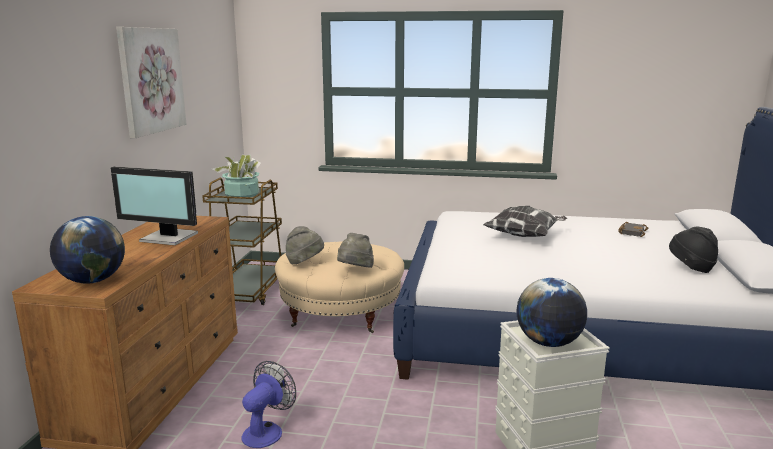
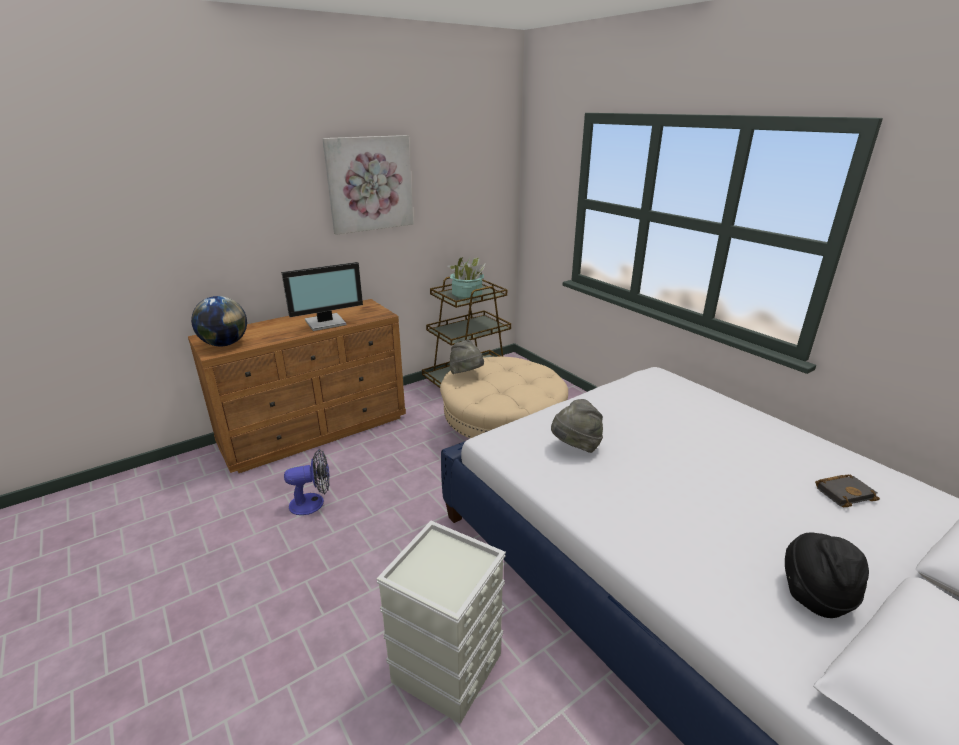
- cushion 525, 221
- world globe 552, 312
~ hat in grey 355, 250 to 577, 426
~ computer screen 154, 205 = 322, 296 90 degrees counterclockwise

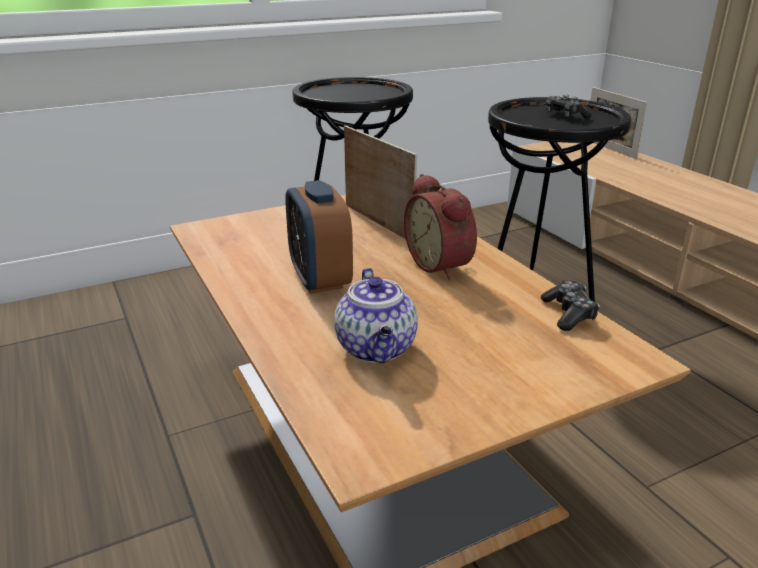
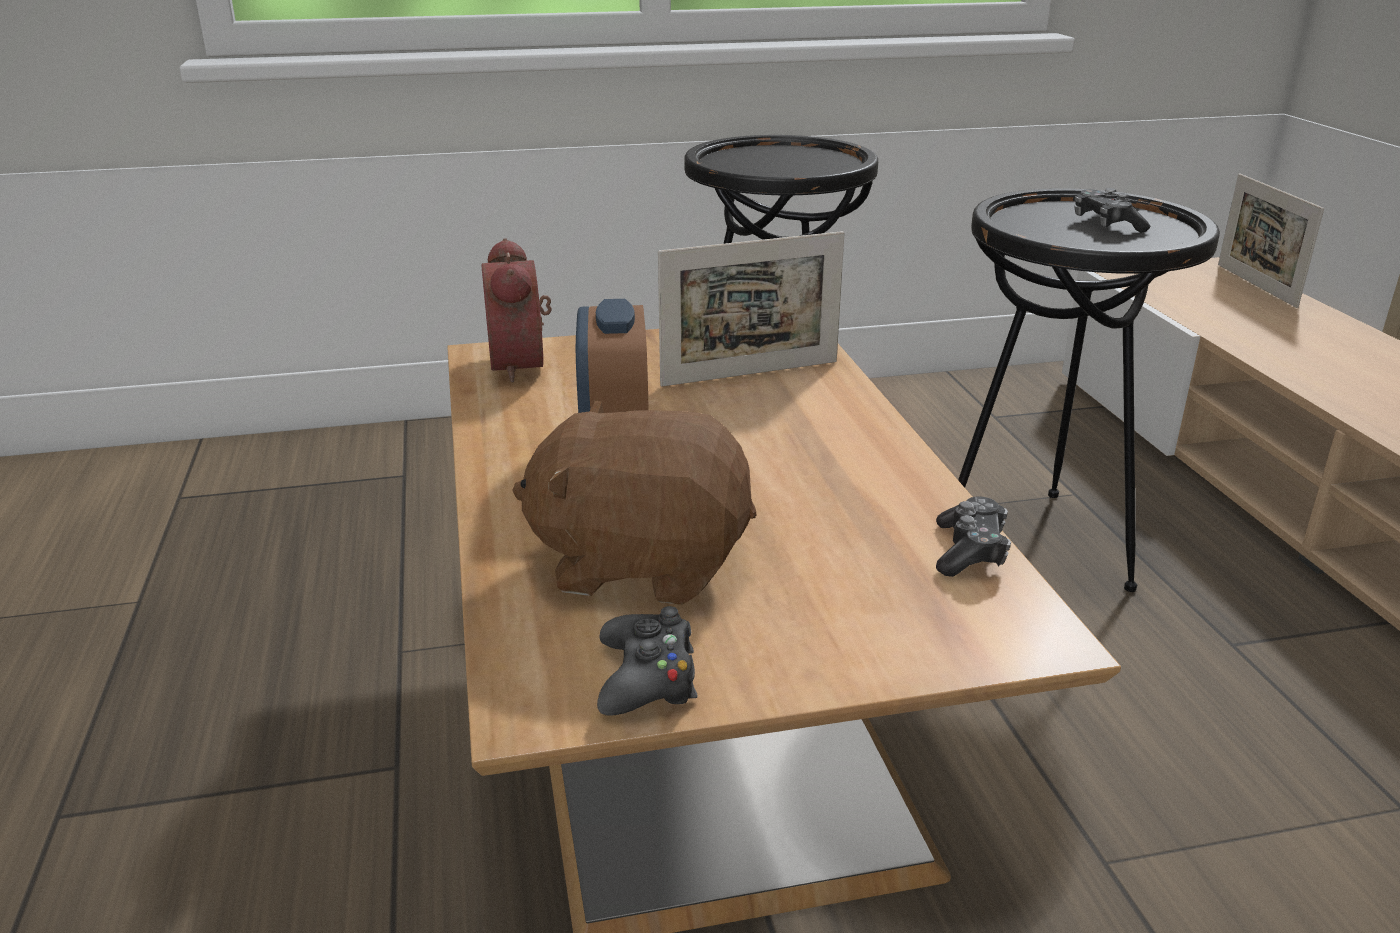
+ gamepad in black 647, 661
~ bedside clock 440, 227 to 516, 310
~ teapot 376, 315 to soft toy in brownish 634, 501
~ photo frame 380, 182 = 751, 309 90 degrees clockwise

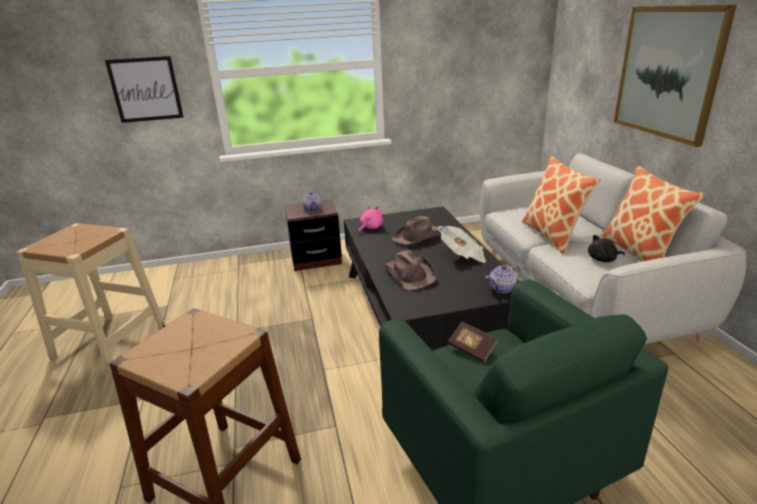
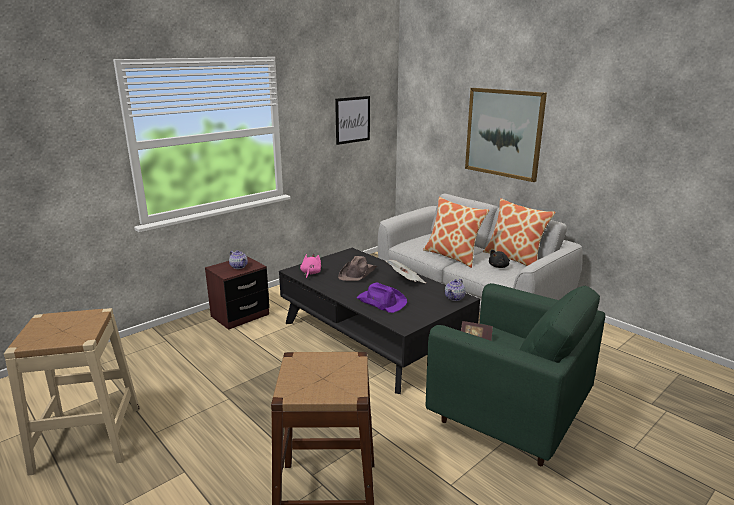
~ picture 144, 89 to 352, 120
~ hat in brownish 410, 270 to hat in purple 382, 297

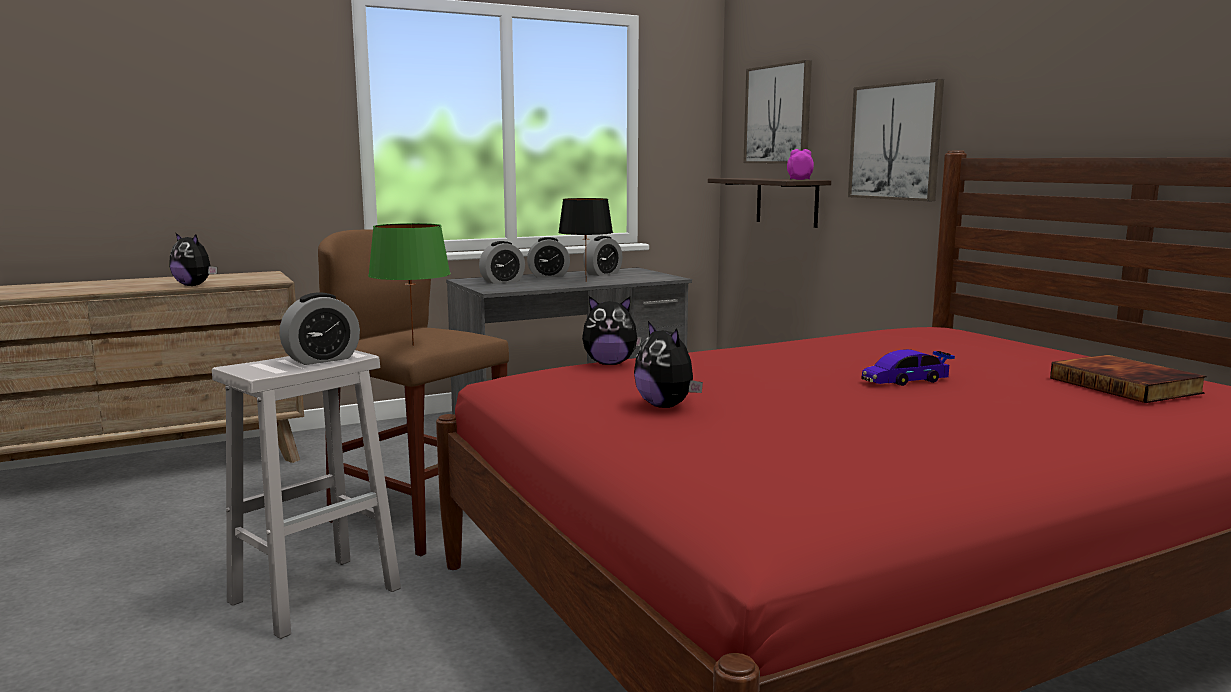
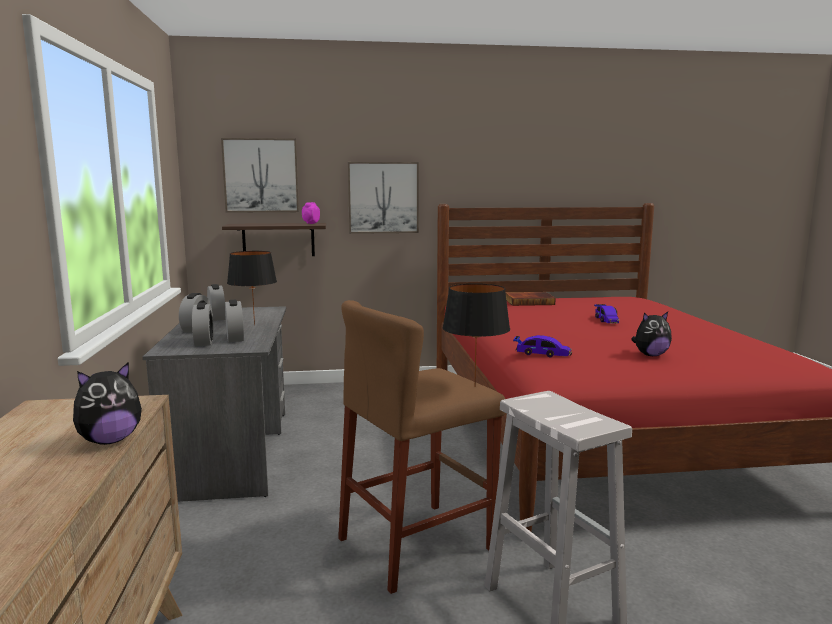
~ bedside clock 319, 328 to 234, 321
~ book 1128, 379 to 530, 299
~ soft toy 612, 330 to toy car 542, 346
~ lamp for a table in greenish 409, 284 to lamp for a table in black 476, 334

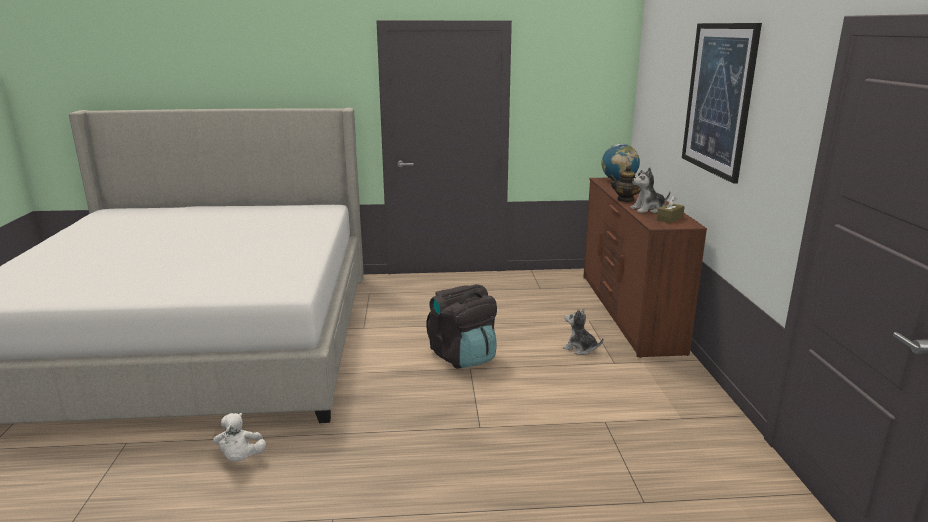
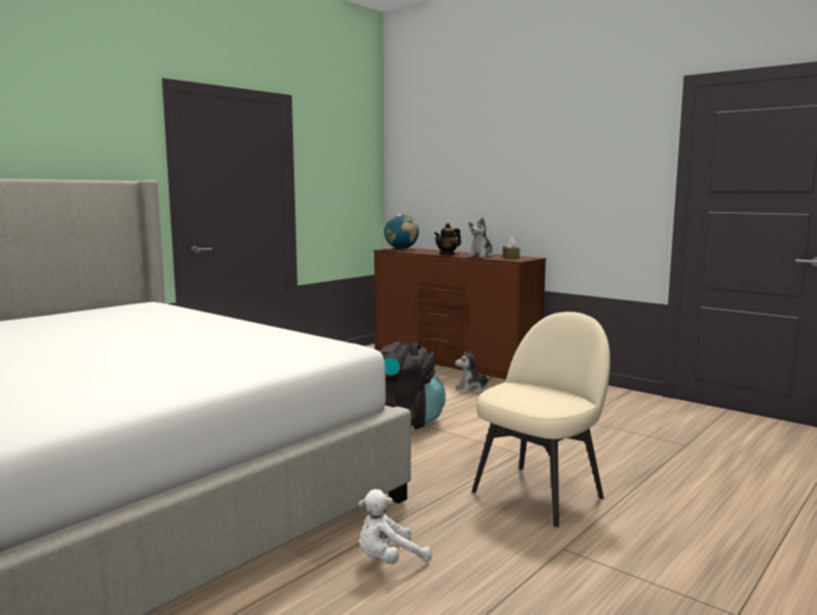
- picture 722, 103
+ chair in beige 541, 419
~ soft toy in white 239, 437 = 395, 526 120 degrees clockwise

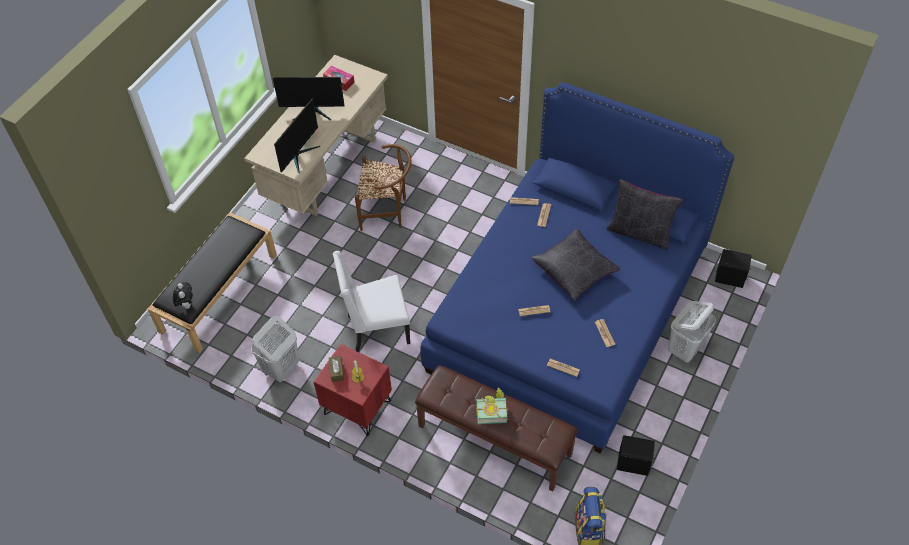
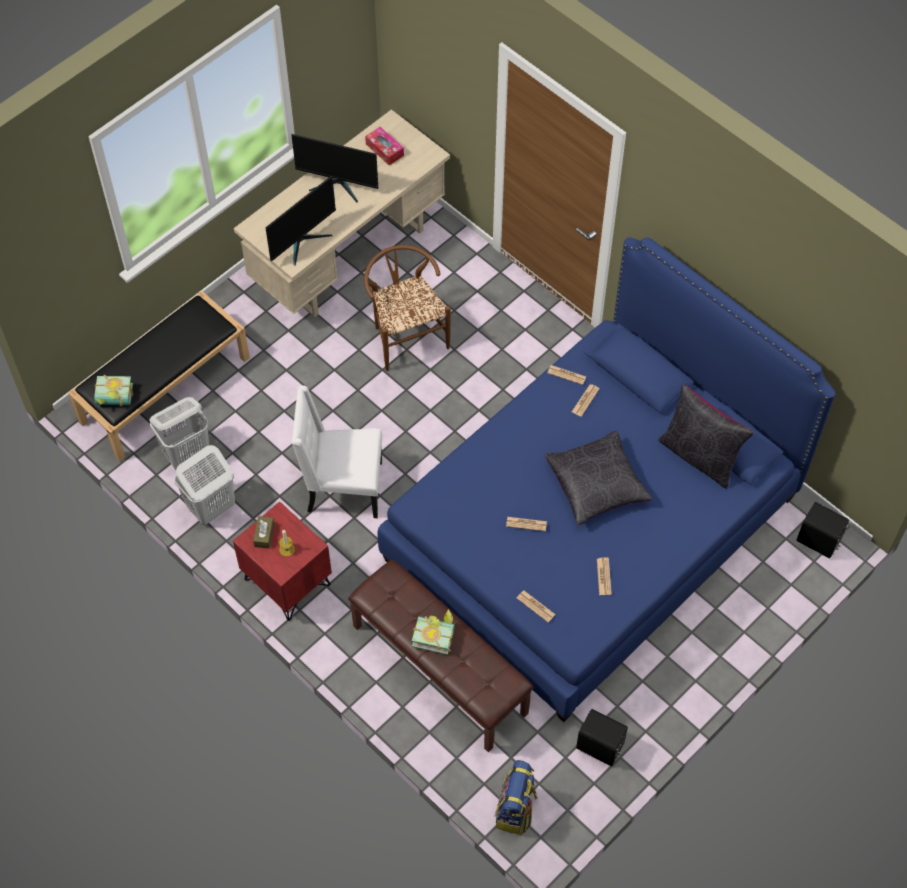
~ laundry basket in white 692, 332 to 179, 433
~ soft toy 183, 295 to book 113, 390
~ chair in brownish 383, 187 = 407, 308 135 degrees counterclockwise

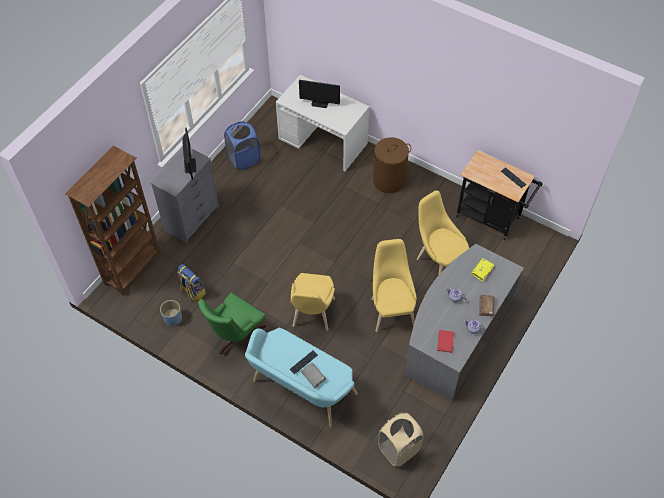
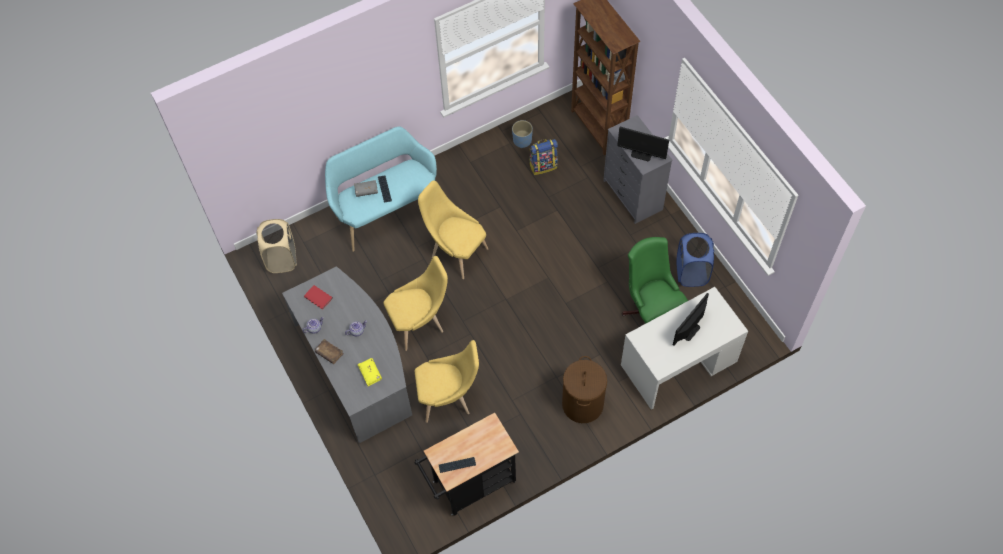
~ office chair in greenish 232, 323 to 655, 280
~ chair in yellow 394, 285 = 415, 303 45 degrees counterclockwise

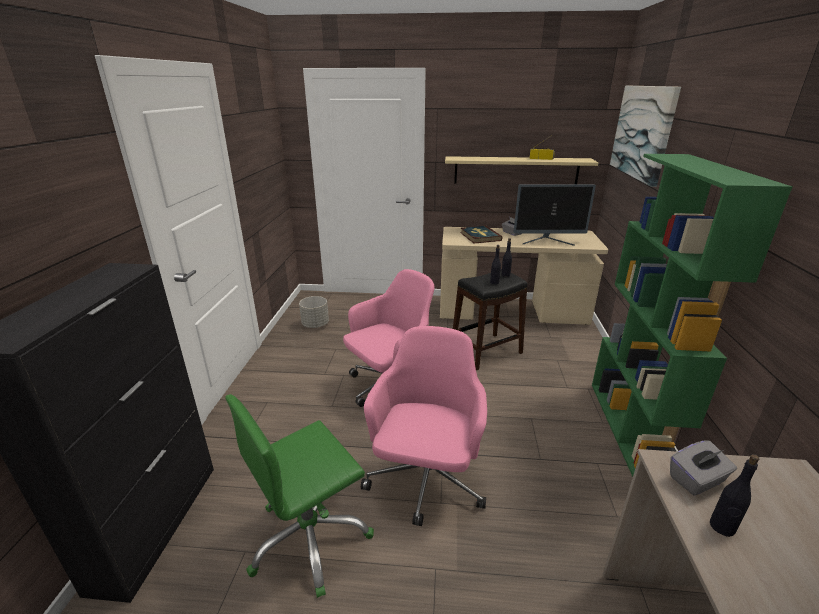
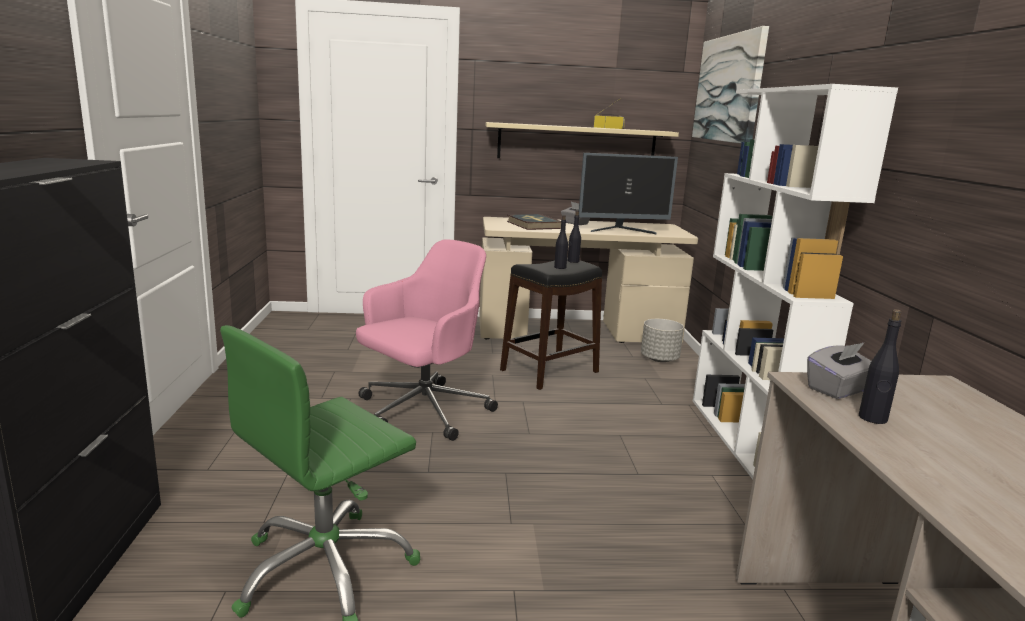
- office chair in pink 424, 426
~ planter in grey 314, 312 to 662, 340
~ bookshelf in greenish 692, 315 to bookshelf in white 795, 281

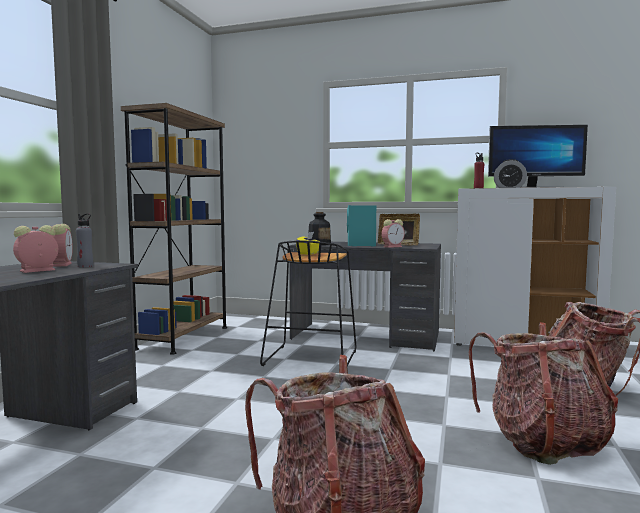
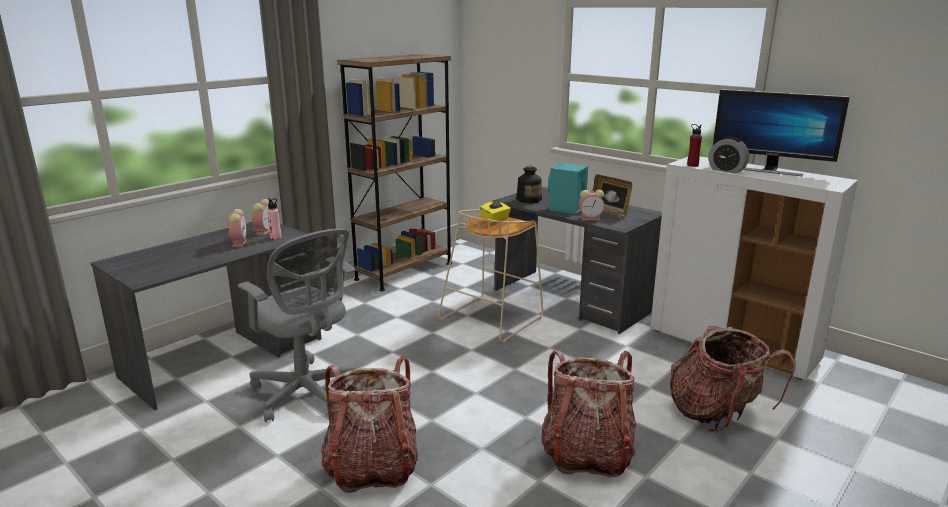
+ office chair in grey 296, 325
~ drink bottle in grey 84, 240 to drink bottle in pink 274, 219
~ stool in black 308, 303 to stool in beige 490, 276
~ bedside clock 35, 249 = 237, 228 105 degrees clockwise

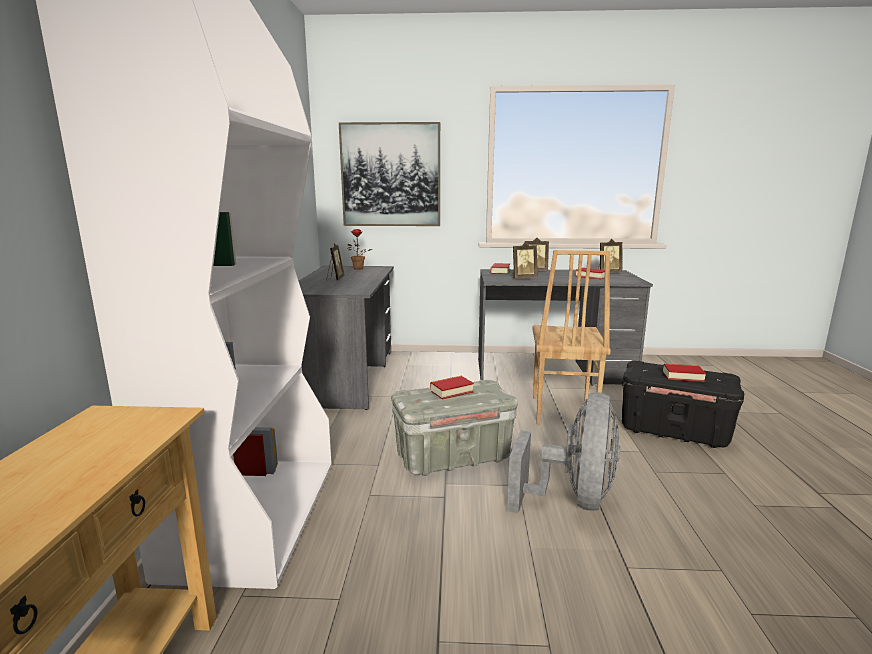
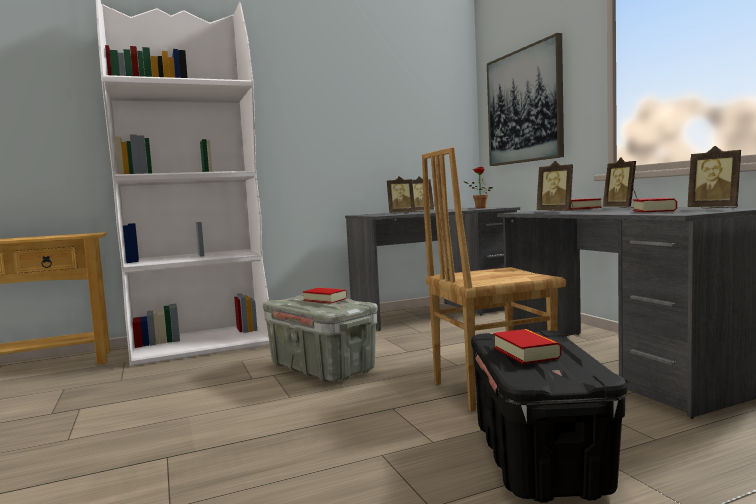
- fan in grey 563, 453
+ photo frame 401, 195

